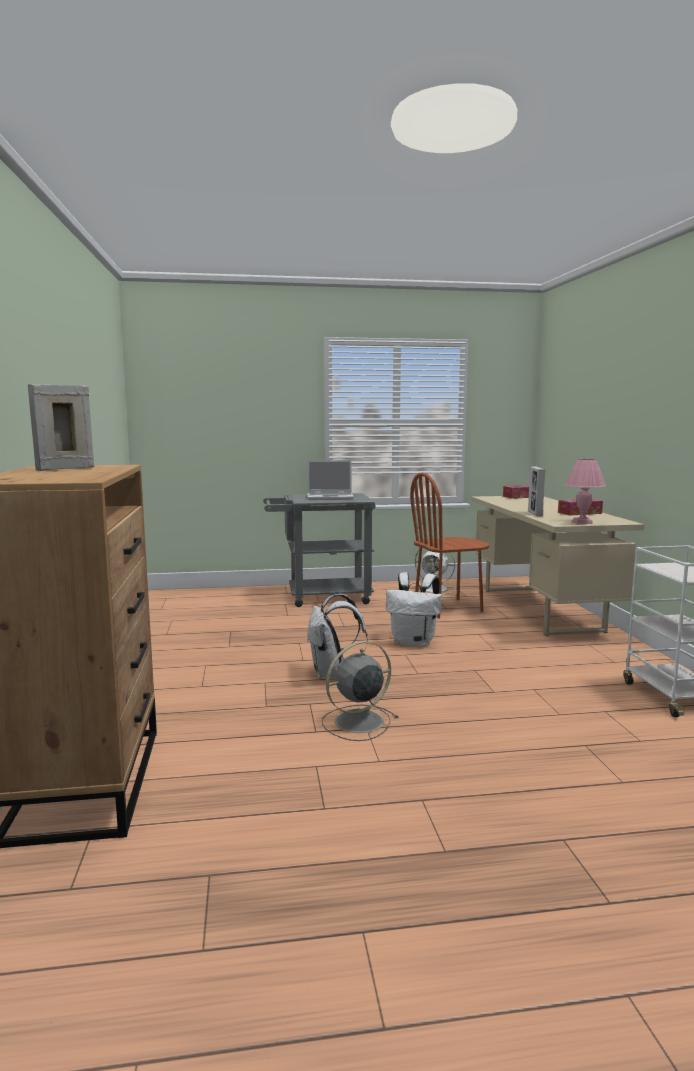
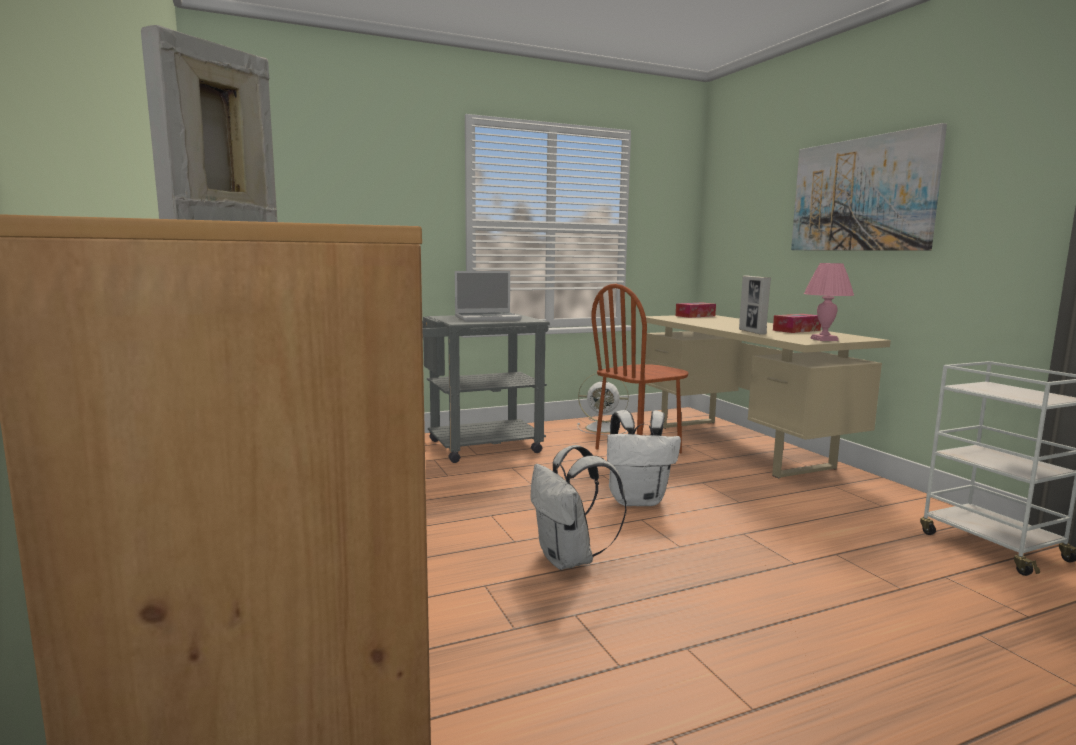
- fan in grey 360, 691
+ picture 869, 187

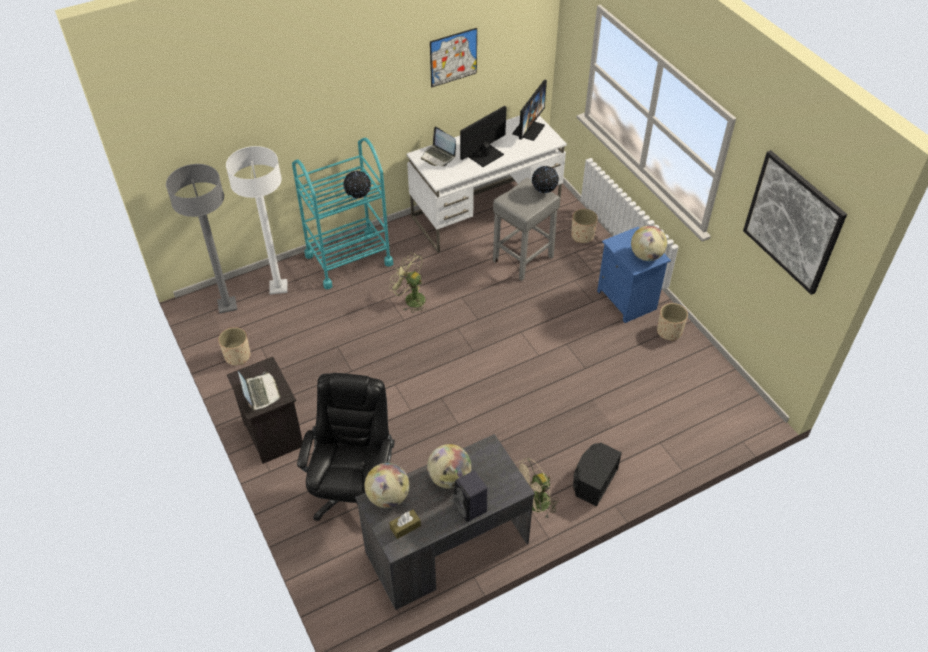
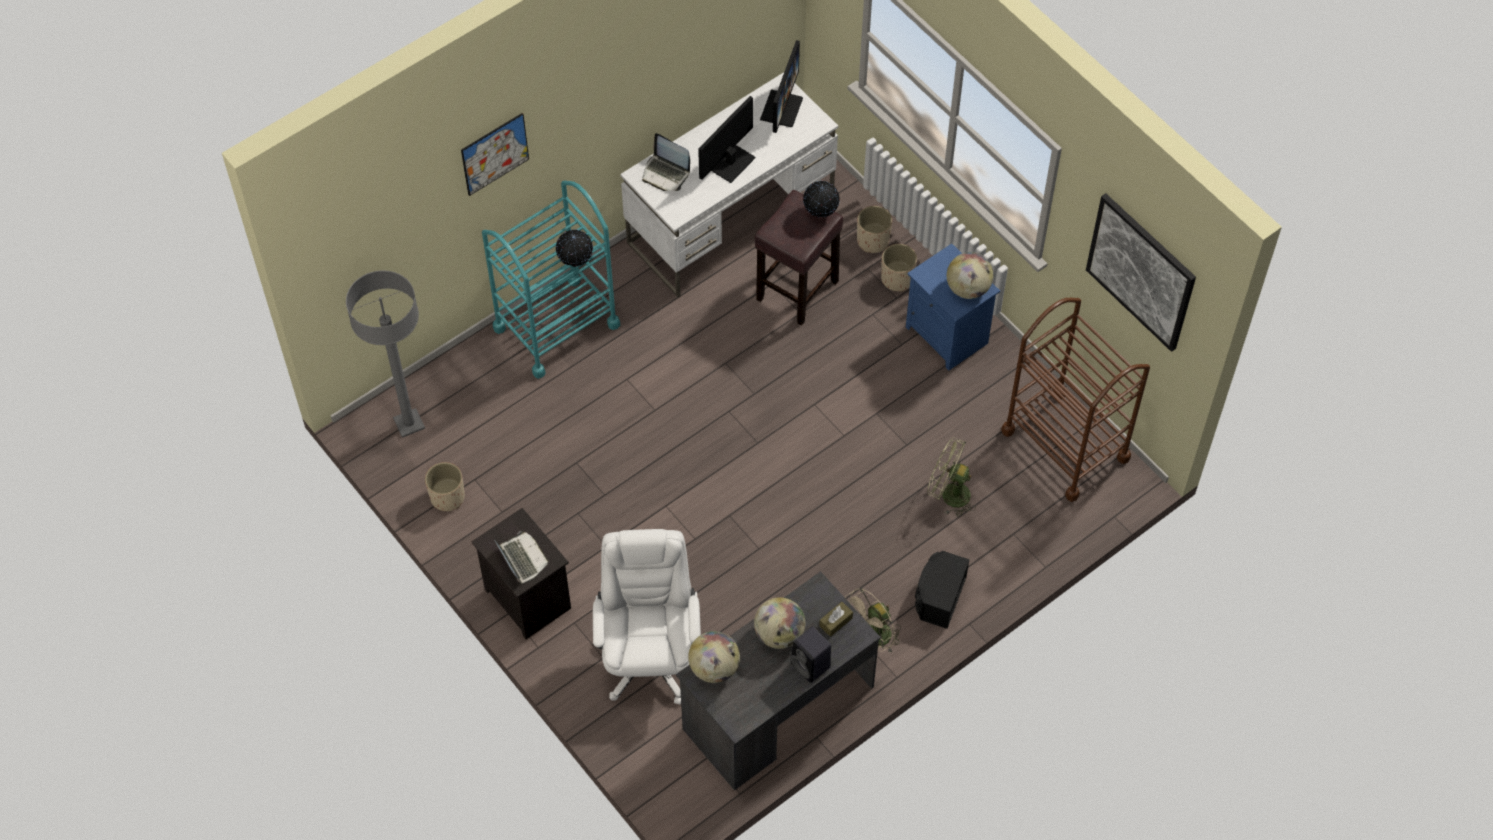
- floor lamp in white 257, 220
+ wheeled cart in brownish 1075, 400
~ fan in greenish 407, 283 to 952, 477
~ box of tissues in brownish 405, 524 to 836, 619
~ picture 453, 57 to 495, 154
~ planter in beige 672, 322 to 899, 268
~ office chair in black 346, 447 to office chair in white 647, 617
~ stool in grey 526, 229 to stool in brownish 799, 258

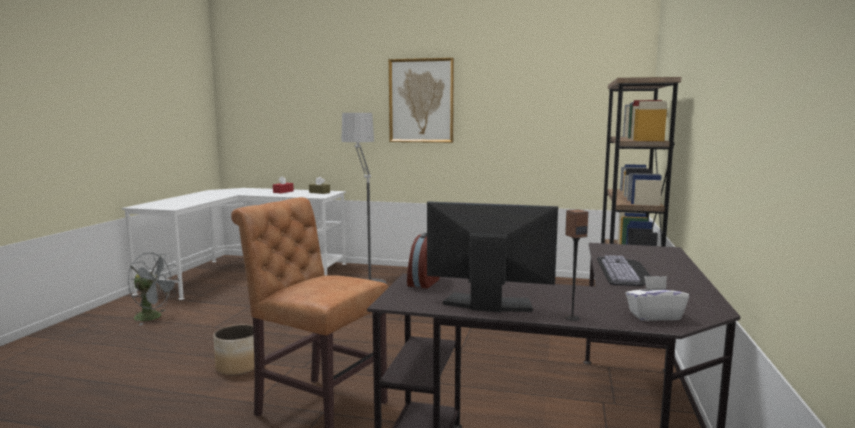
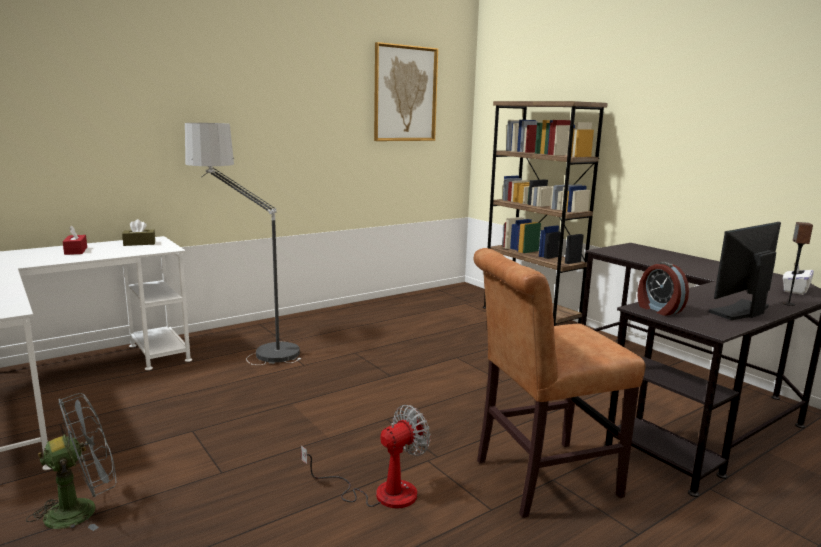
- computer keyboard 624, 270
~ picture 421, 100 to 406, 91
~ planter 234, 349 to fan 366, 457

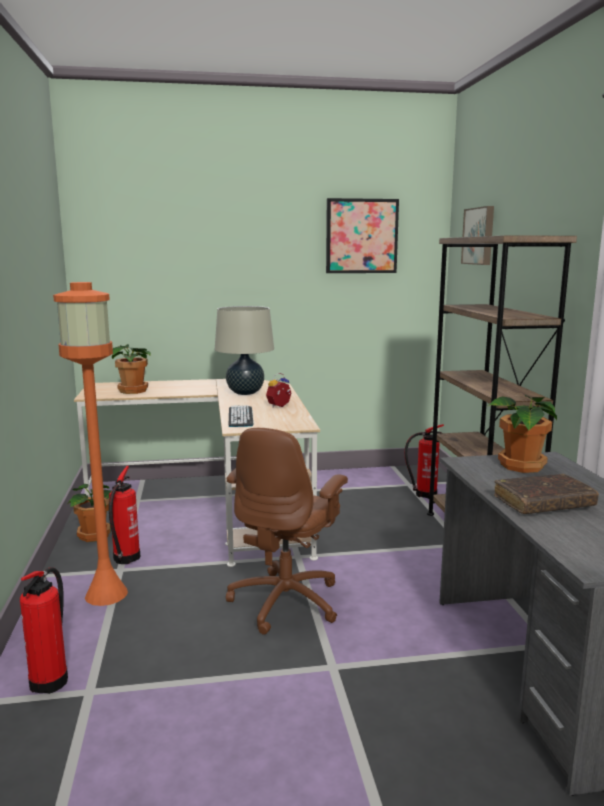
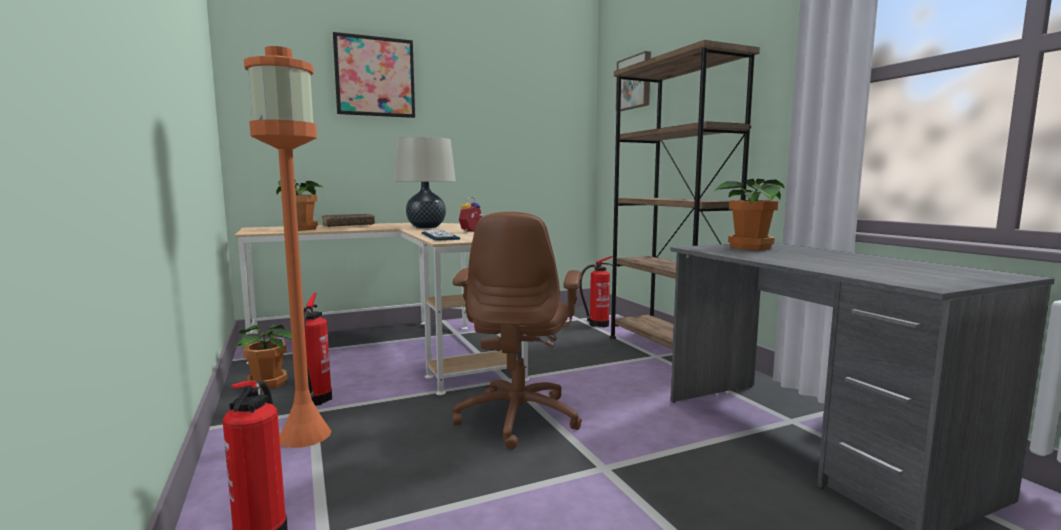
~ picture 362, 235 to 374, 75
~ book in brownish 546, 494 to 348, 220

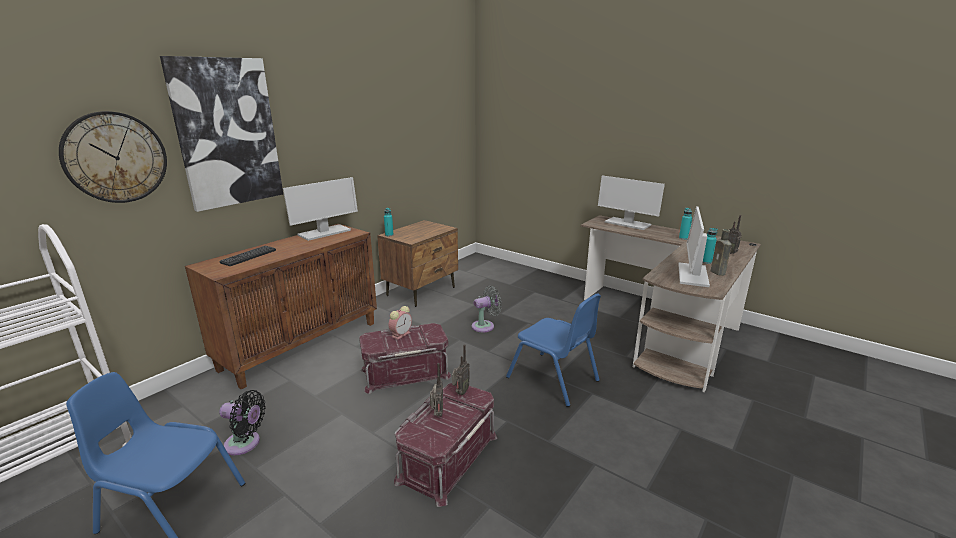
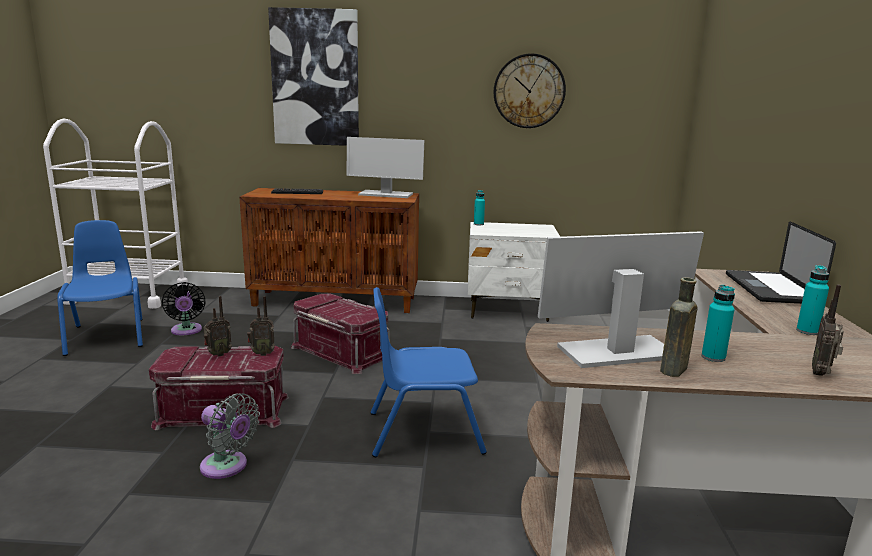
- bedside clock 400, 323
~ hanging clock 113, 157 to 530, 90
~ fan in grey 487, 309 to 230, 436
~ computer screen 631, 202 to portable computer 781, 262
~ bedside table in brownish 417, 263 to bedside table in white 514, 272
~ chair in blue 553, 350 = 428, 372 75 degrees clockwise

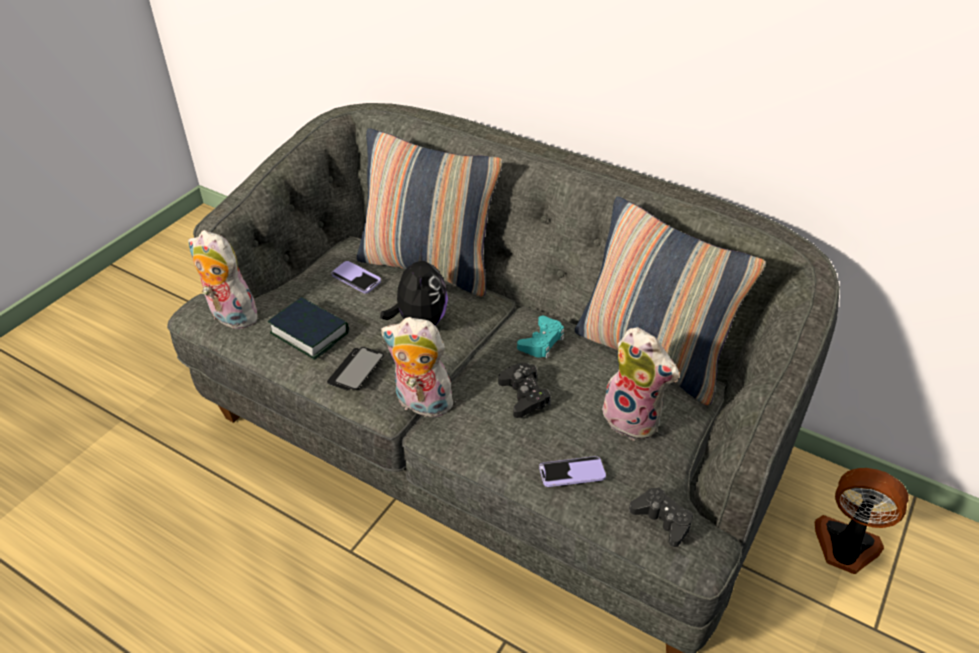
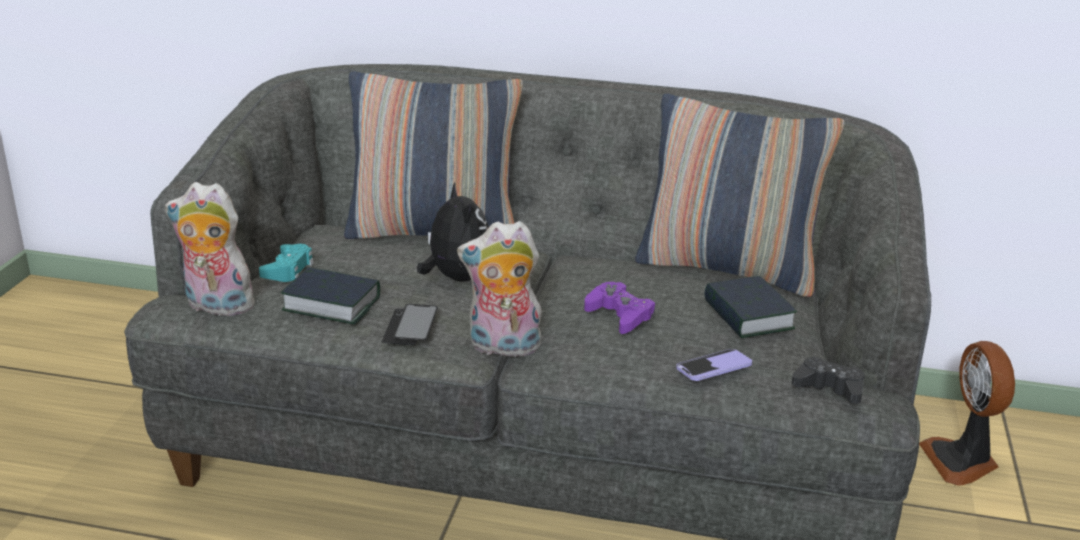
- handset 356, 277
~ gamepad in turquoise-coloured 540, 337 to 286, 263
~ soft toy 640, 384 to book 750, 307
~ gamepad in black 524, 390 to gamepad in purple 619, 308
~ fan 861, 521 = 967, 413 105 degrees counterclockwise

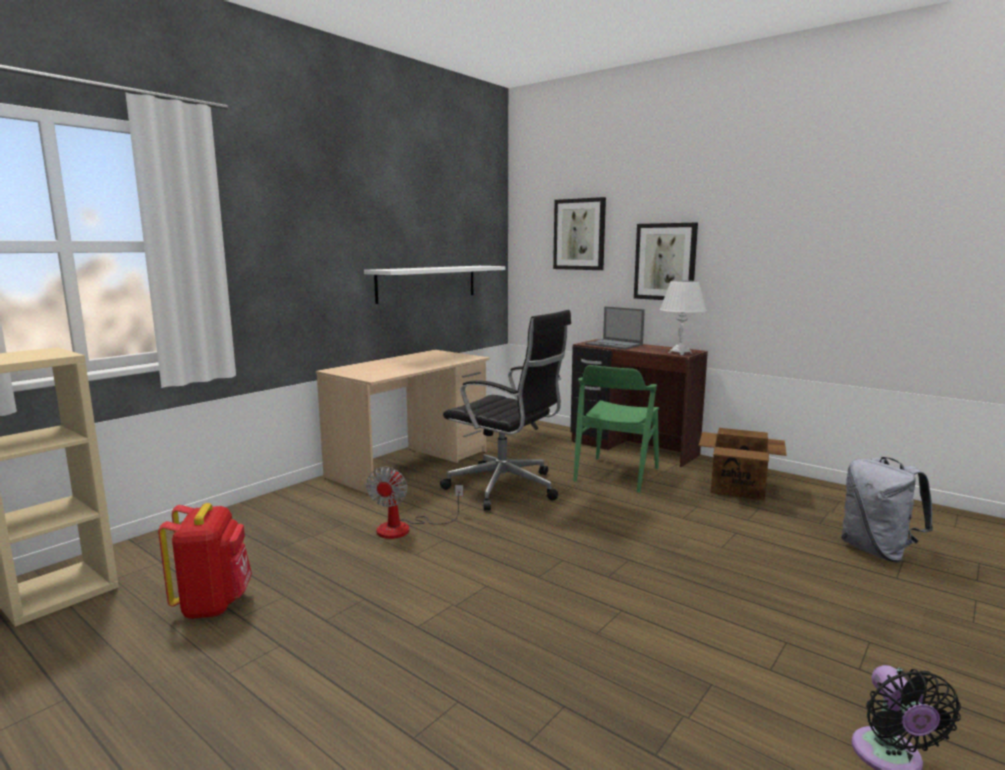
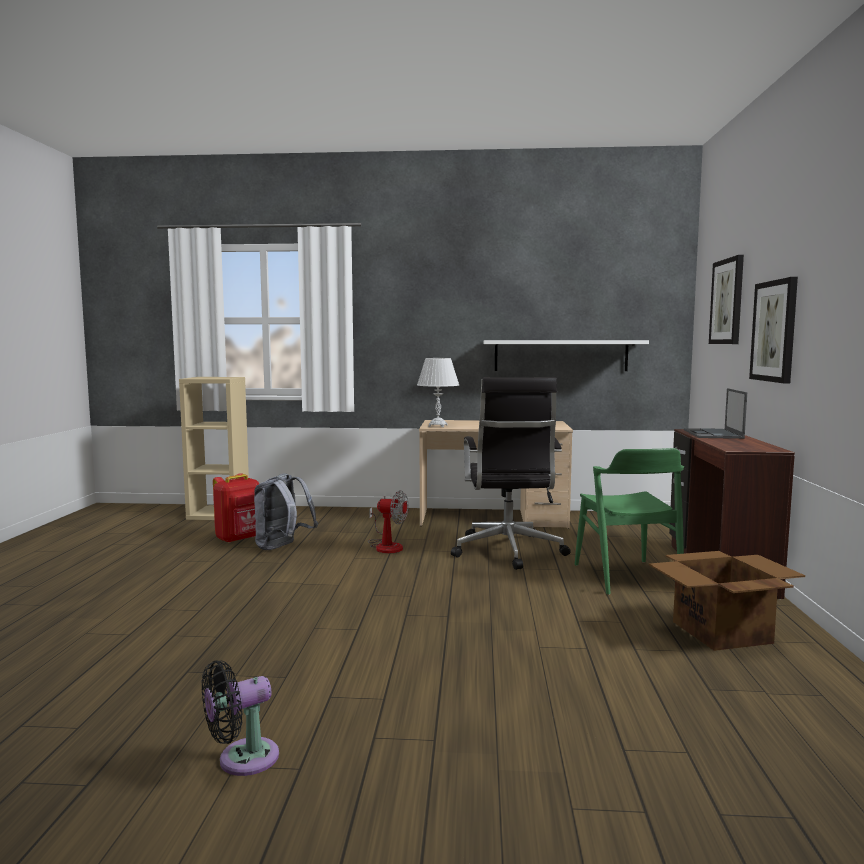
~ lamp for a table in white 683, 317 to 438, 392
~ rucksack in grey 887, 510 to 286, 511
~ fan 414, 503 = 388, 521 135 degrees counterclockwise
~ chair in greenish 616, 429 = 629, 521 90 degrees counterclockwise

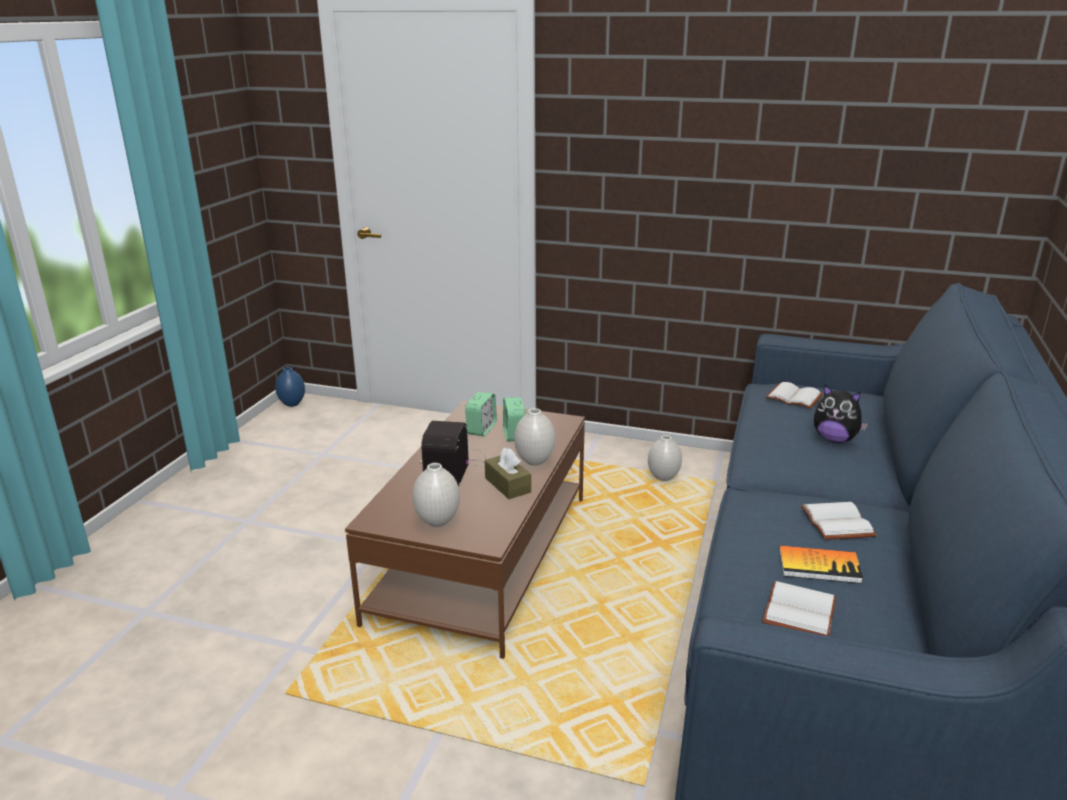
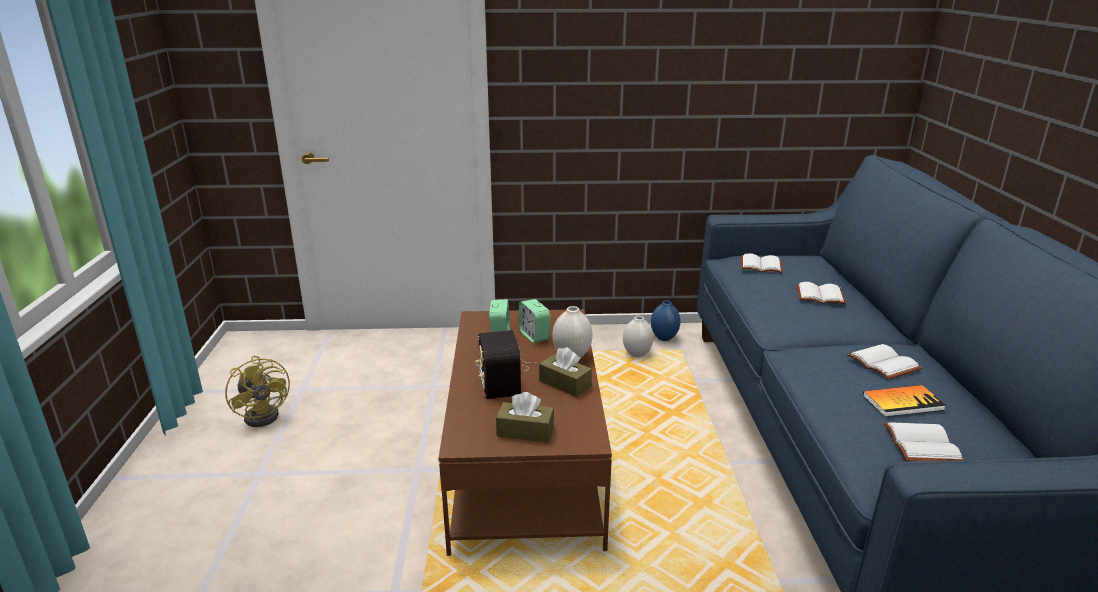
+ fan in yellow 257, 391
~ vase in blue 290, 387 to 665, 321
~ vase in white 436, 495 to box of tissues in brownish 525, 417
~ soft toy 841, 414 to book in white 821, 293

